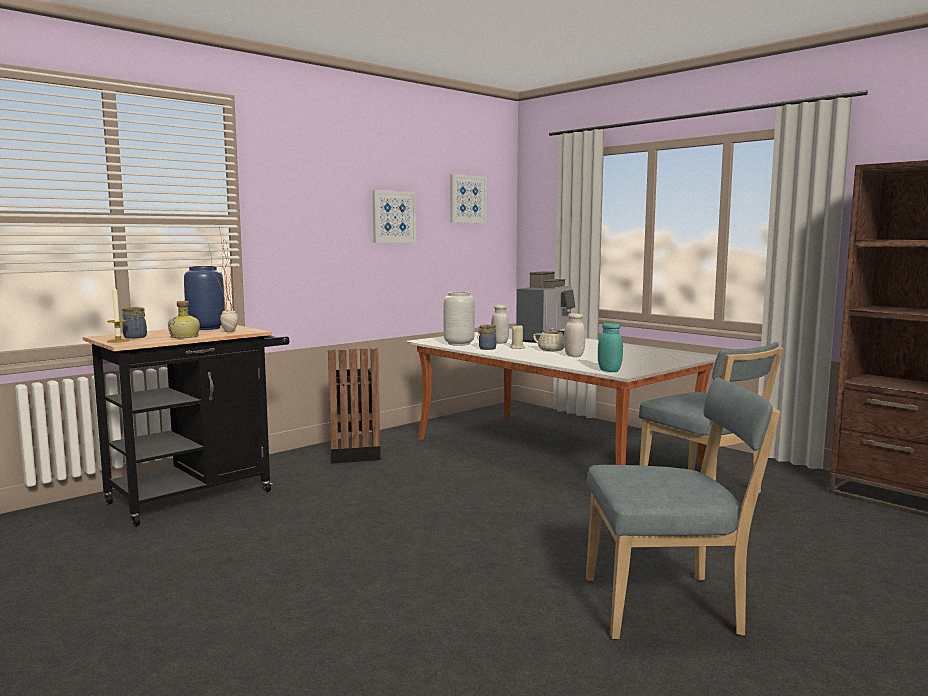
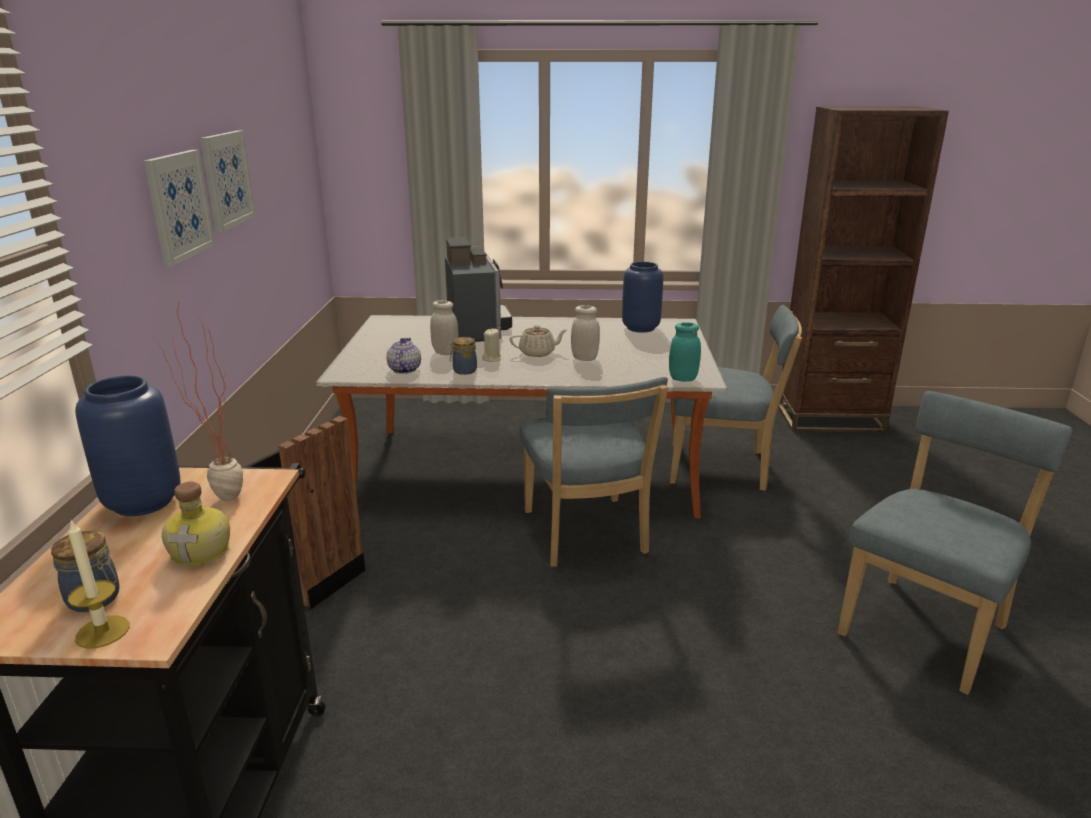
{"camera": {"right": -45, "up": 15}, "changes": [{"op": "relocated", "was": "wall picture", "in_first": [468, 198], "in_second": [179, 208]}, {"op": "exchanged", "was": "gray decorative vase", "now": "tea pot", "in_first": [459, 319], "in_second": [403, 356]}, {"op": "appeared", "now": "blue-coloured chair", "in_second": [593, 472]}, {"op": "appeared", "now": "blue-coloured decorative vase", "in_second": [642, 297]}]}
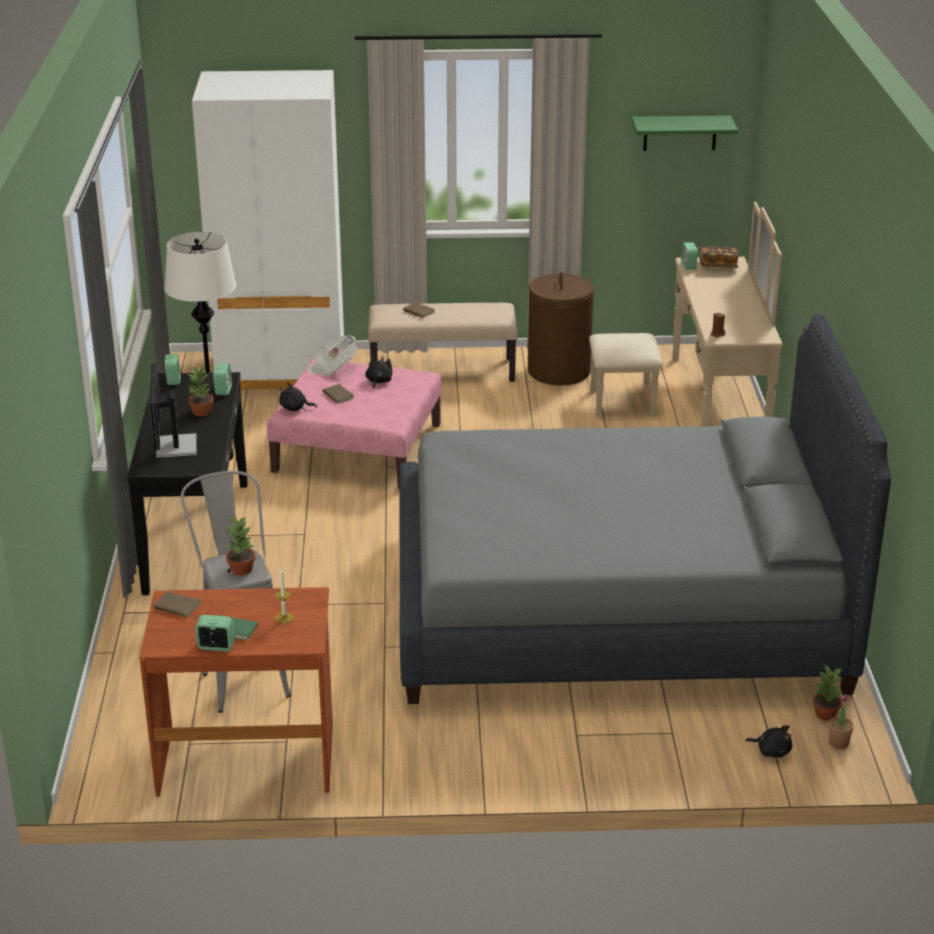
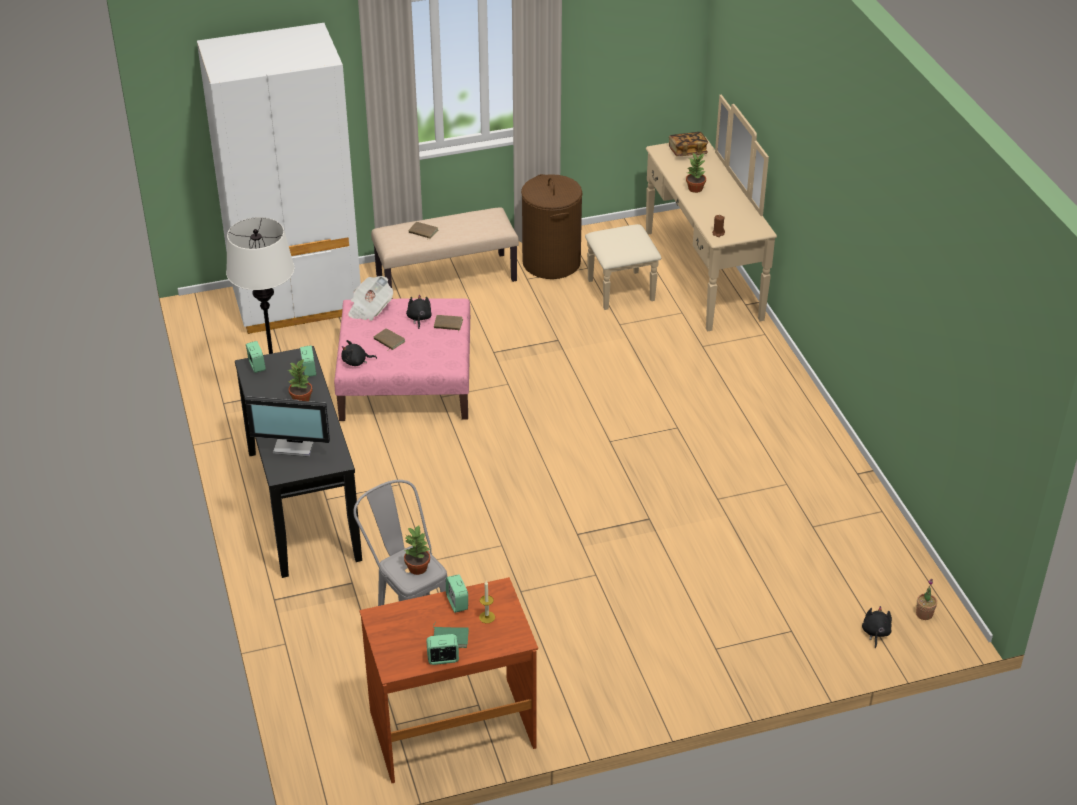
{"camera": {"right": -15, "up": 10}, "changes": [{"op": "spun", "was": "computer screen", "in_first": [173, 410], "in_second": [287, 426], "clockwise": -60}, {"op": "relocated", "was": "brown-coloured bound book", "in_first": [176, 605], "in_second": [448, 323]}, {"op": "relocated", "was": "alarm clock", "in_first": [689, 255], "in_second": [457, 593]}, {"op": "relocated", "was": "plant in a pot", "in_first": [828, 693], "in_second": [696, 172]}, {"op": "spun", "was": "blackish cuddly toy", "in_first": [768, 741], "in_second": [877, 627], "clockwise": -90}, {"op": "missing", "was": "gray bed", "in_first": [645, 509]}, {"op": "missing", "was": "greenish wall shelf", "in_first": [685, 133]}]}
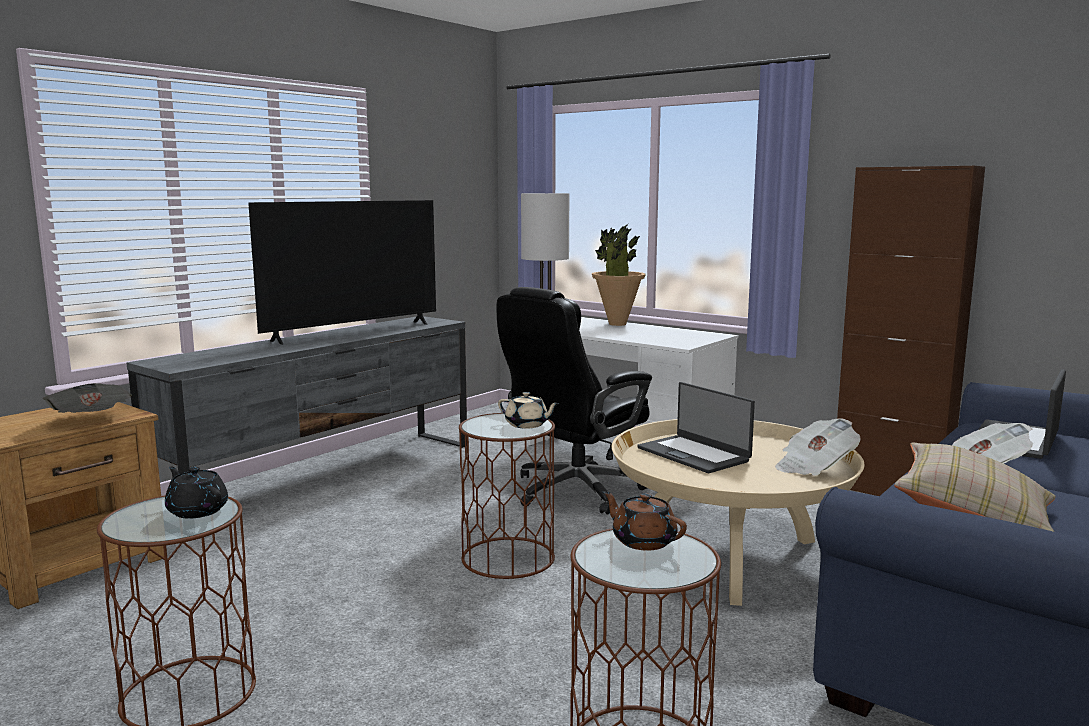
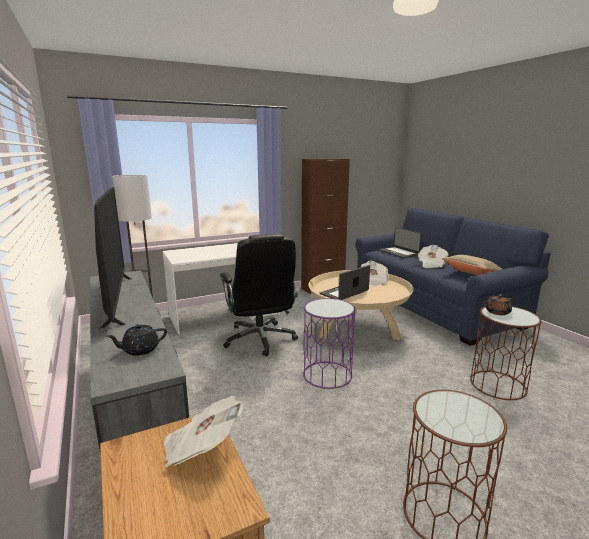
{"camera": {"right": -65, "up": 5}, "changes": [{"op": "relocated", "was": "blackish tea pot", "in_first": [196, 493], "in_second": [136, 340]}, {"op": "colour", "was": "brown-coloured accent table", "now": "purplish accent table", "in_first": [507, 496], "in_second": [329, 343]}, {"op": "spun", "was": "laptop", "in_first": [696, 427], "in_second": [345, 282], "clockwise": 150}, {"op": "missing", "was": "beige-coloured tea pot", "in_first": [529, 410]}, {"op": "missing", "was": "plant in a pot", "in_first": [619, 275]}]}
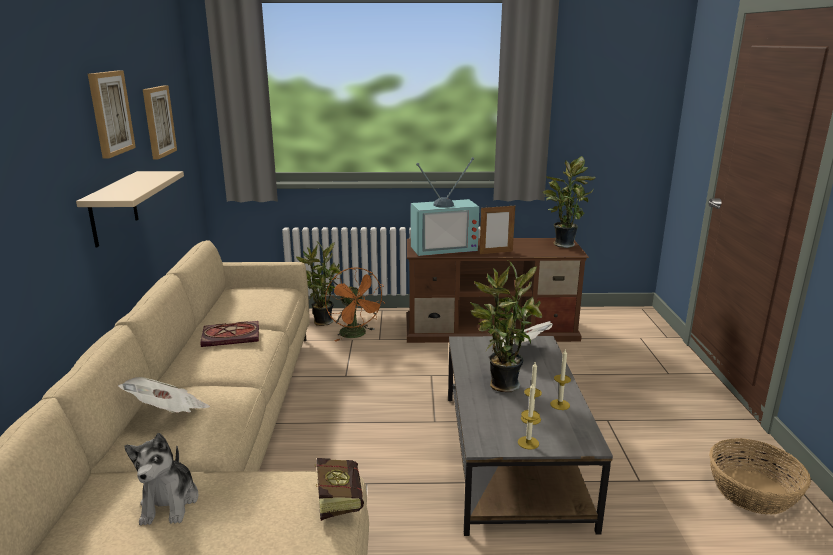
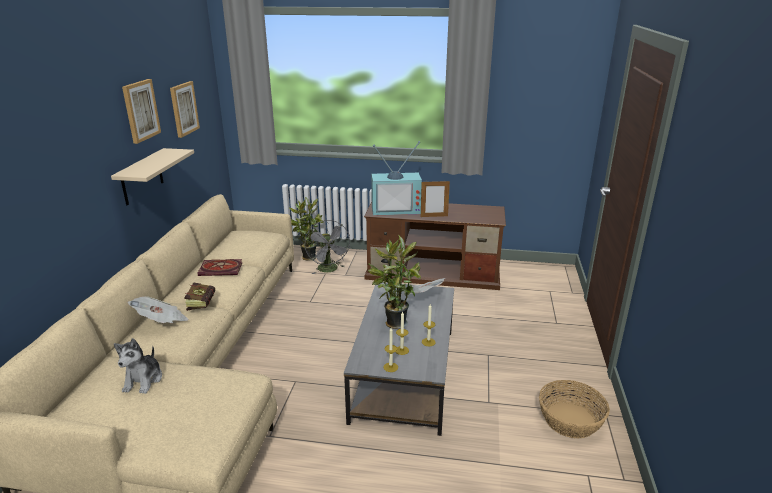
{"camera": {"right": 10, "up": 5}, "changes": [{"op": "relocated", "was": "bound book", "in_first": [339, 489], "in_second": [199, 296]}, {"op": "colour", "was": "orange-coloured fan", "now": "gray fan", "in_first": [355, 304], "in_second": [328, 247]}, {"op": "missing", "was": "plant in a pot", "in_first": [569, 202]}]}
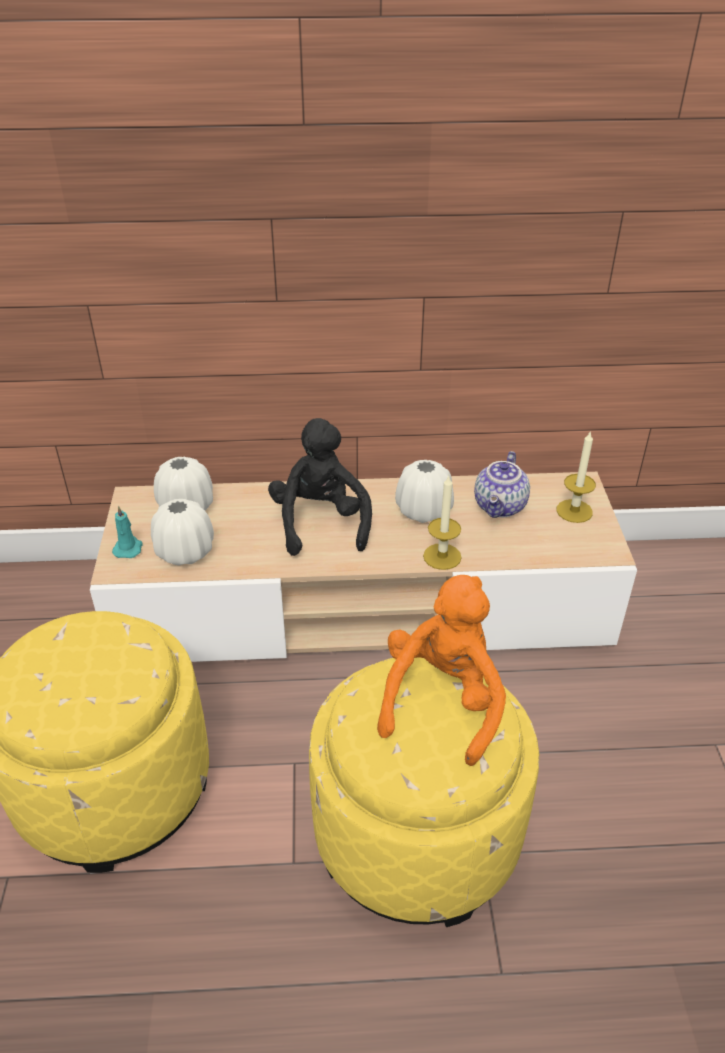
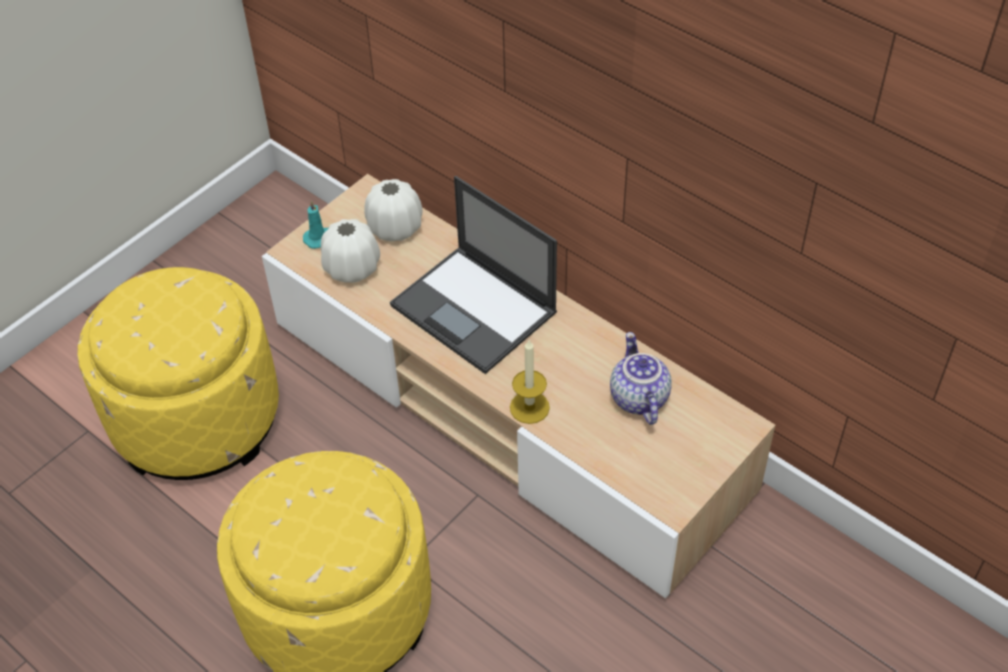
{"camera": {"right": 45, "up": 10}, "changes": [{"op": "exchanged", "was": "blackish cuddly toy", "now": "laptop", "in_first": [320, 487], "in_second": [473, 275]}, {"op": "spun", "was": "tea pot", "in_first": [502, 484], "in_second": [641, 378], "clockwise": 105}, {"op": "missing", "was": "orange-coloured cuddly toy", "in_first": [441, 670]}, {"op": "missing", "was": "white decorative vase", "in_first": [424, 491]}, {"op": "missing", "was": "wax light", "in_first": [576, 477]}]}
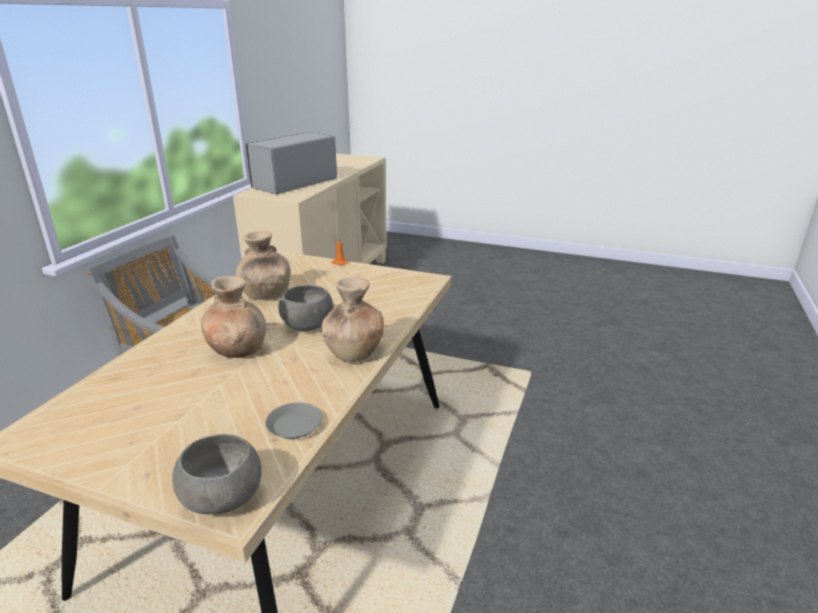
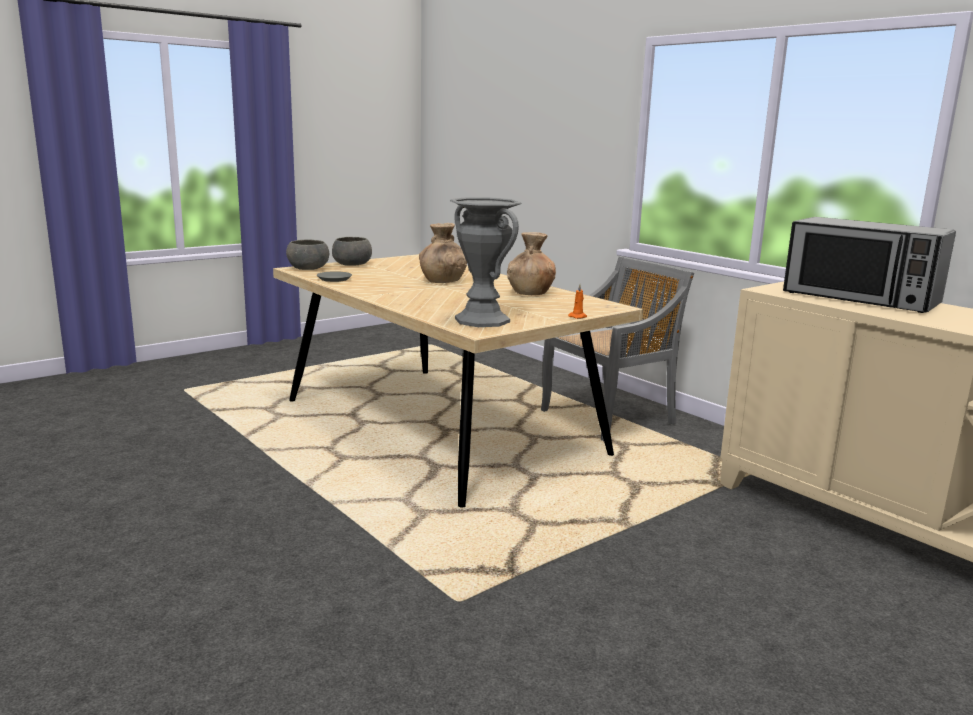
{"camera": {"right": 120, "up": -10}, "changes": [{"op": "relocated", "was": "gray deep dish", "in_first": [305, 308], "in_second": [352, 251]}, {"op": "appeared", "now": "gray decorative vase", "in_second": [486, 262]}, {"op": "spun", "was": "microwave oven", "in_first": [291, 163], "in_second": [869, 265], "clockwise": 150}, {"op": "missing", "was": "brown-coloured decorative vase", "in_first": [352, 319]}]}
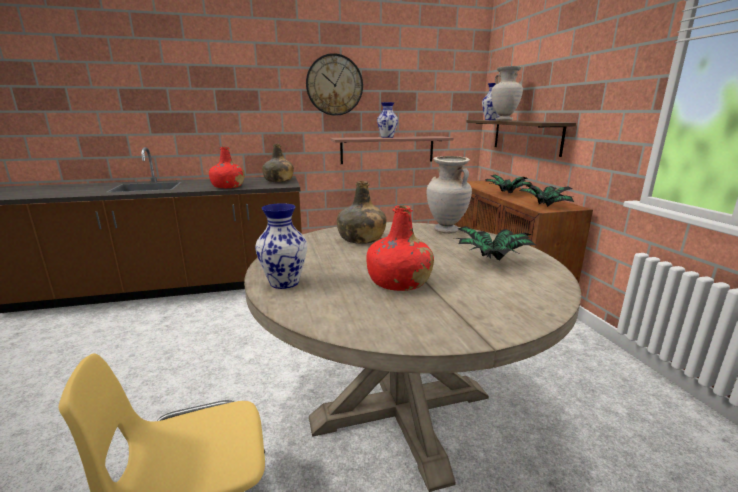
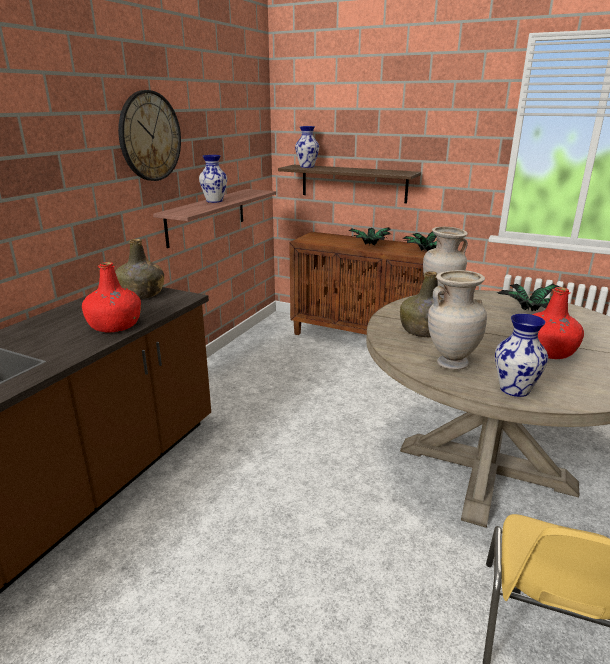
{"camera": {"right": -50, "up": 5}, "changes": [{"op": "relocated", "was": "beige-coloured decorative vase", "in_first": [507, 93], "in_second": [457, 320]}]}
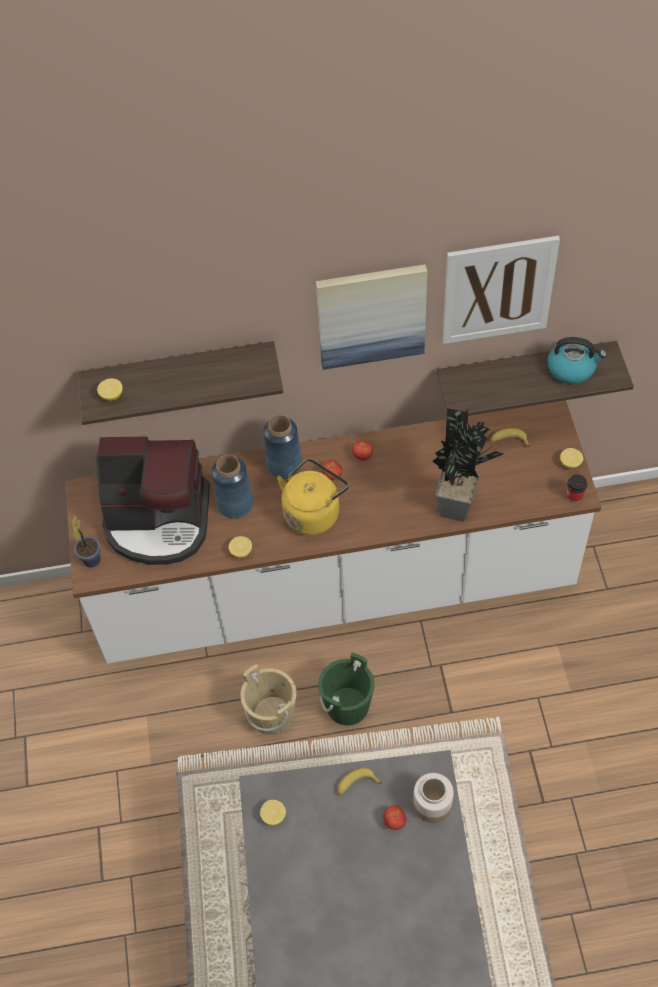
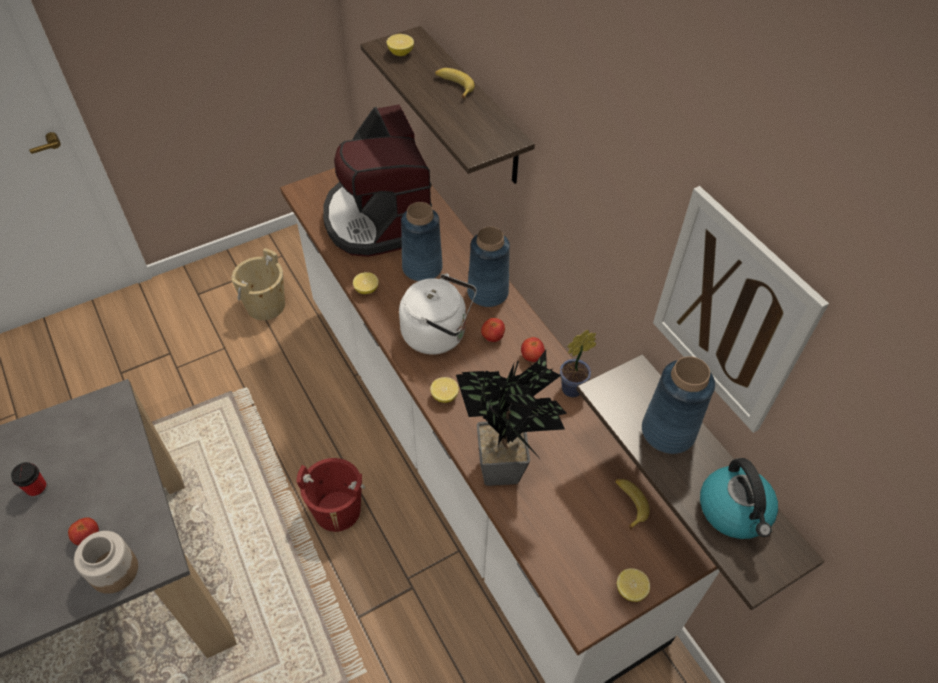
{"camera": {"right": 65, "up": -5}, "changes": [{"op": "relocated", "was": "small cup", "in_first": [577, 489], "in_second": [29, 480]}, {"op": "relocated", "was": "beige-coloured water bucket", "in_first": [268, 699], "in_second": [258, 284]}, {"op": "colour", "was": "greenish water bucket", "now": "red-coloured water bucket", "in_first": [346, 689], "in_second": [330, 495]}, {"op": "colour", "was": "yellow-coloured kettle", "now": "white kettle", "in_first": [313, 496], "in_second": [438, 314]}, {"op": "relocated", "was": "citrus fruit", "in_first": [273, 812], "in_second": [444, 390]}, {"op": "relocated", "was": "banana fruit", "in_first": [360, 781], "in_second": [455, 83]}, {"op": "relocated", "was": "plant in a pot", "in_first": [86, 541], "in_second": [578, 363]}, {"op": "appeared", "now": "blue-coloured decorative vase", "in_second": [678, 405]}, {"op": "missing", "was": "wall picture", "in_first": [371, 317]}]}
